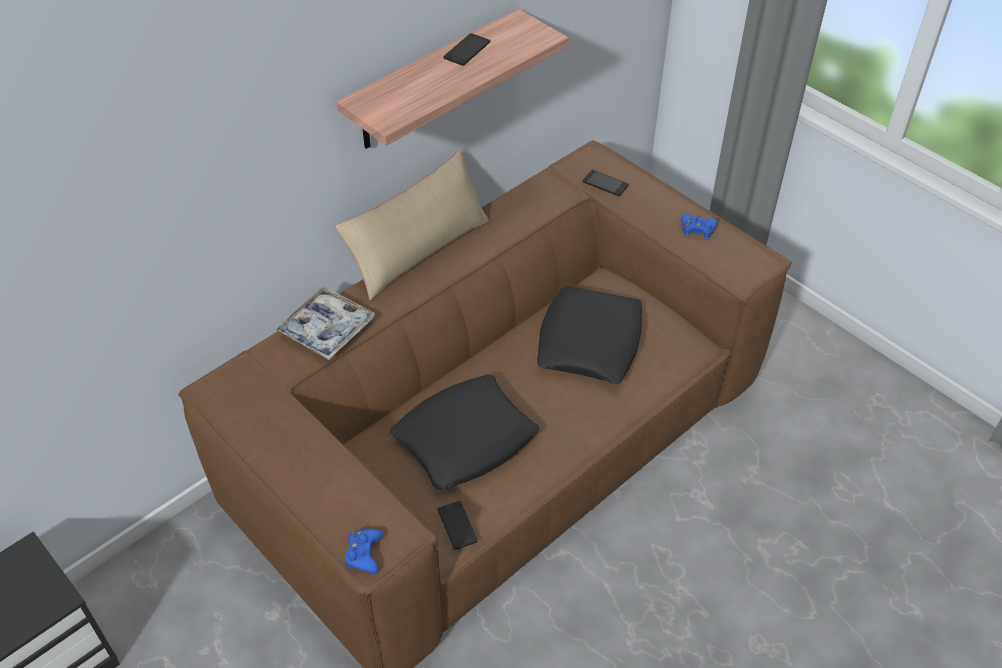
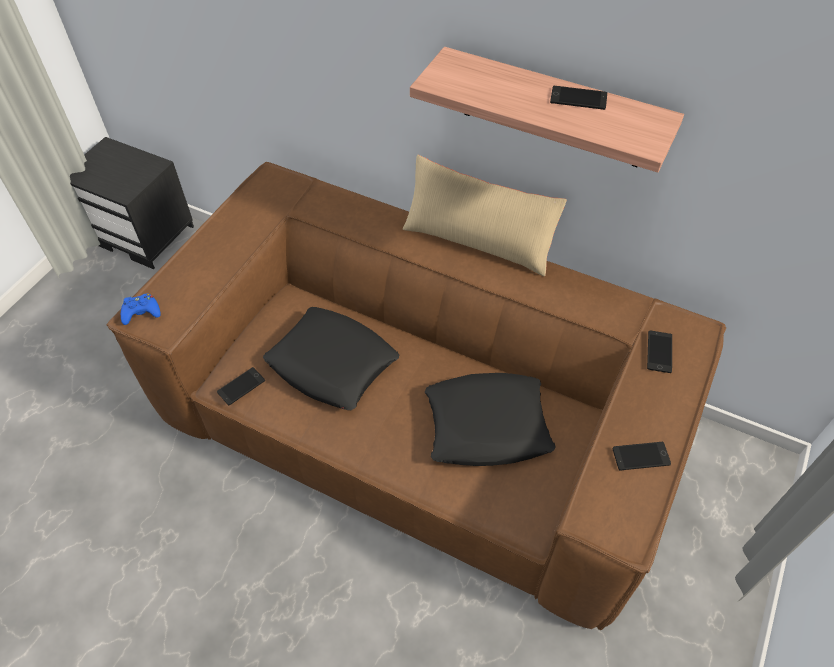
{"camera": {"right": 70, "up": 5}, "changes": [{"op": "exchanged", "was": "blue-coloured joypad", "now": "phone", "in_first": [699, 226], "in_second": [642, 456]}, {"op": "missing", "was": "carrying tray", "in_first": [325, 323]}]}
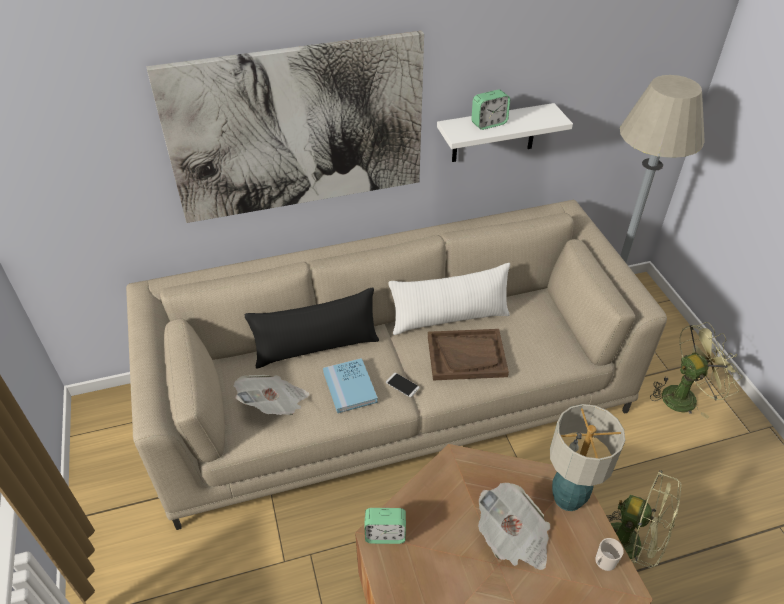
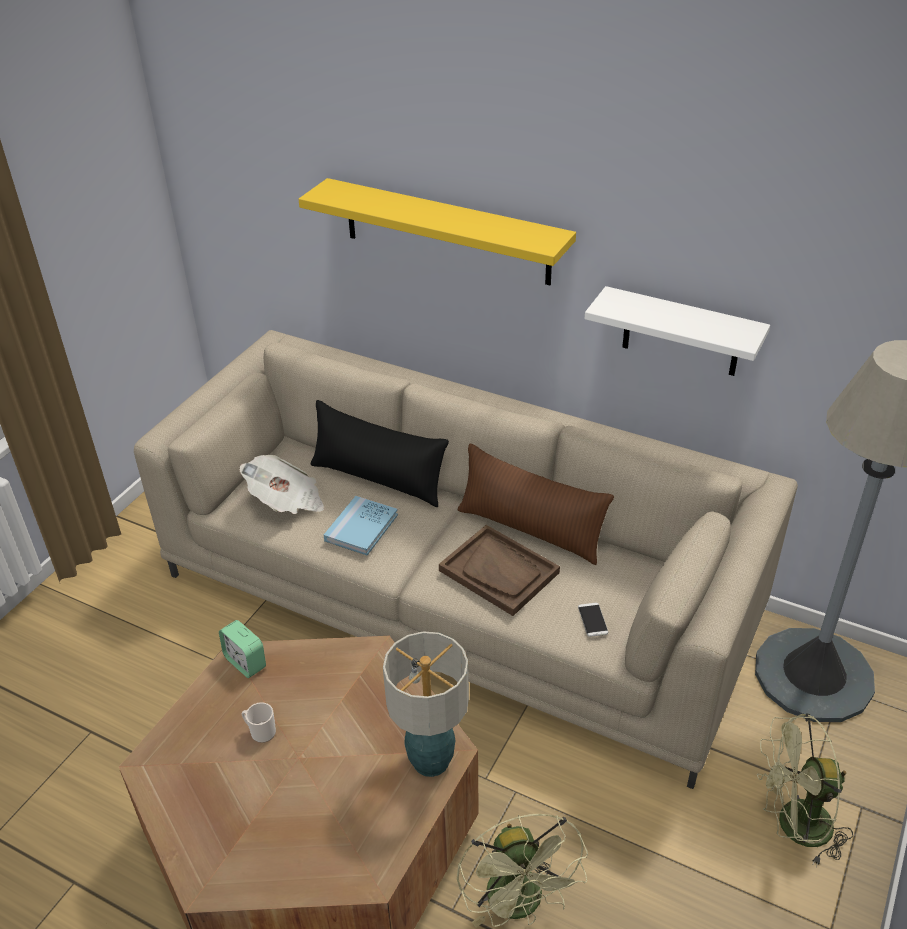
{"camera": {"right": 45, "up": -5}, "changes": [{"op": "relocated", "was": "tea mug", "in_first": [609, 554], "in_second": [259, 722]}, {"op": "exchanged", "was": "wall picture", "now": "yellow-coloured wall shelf", "in_first": [285, 127], "in_second": [437, 231]}, {"op": "colour", "was": "white pillow", "now": "brown-coloured pillow", "in_first": [449, 299], "in_second": [536, 504]}, {"op": "relocated", "was": "phone", "in_first": [403, 385], "in_second": [593, 620]}, {"op": "spun", "was": "greenish fan", "in_first": [696, 370], "in_second": [805, 790], "clockwise": 150}, {"op": "missing", "was": "alarm clock", "in_first": [490, 109]}, {"op": "missing", "was": "daily paper", "in_first": [514, 526]}]}
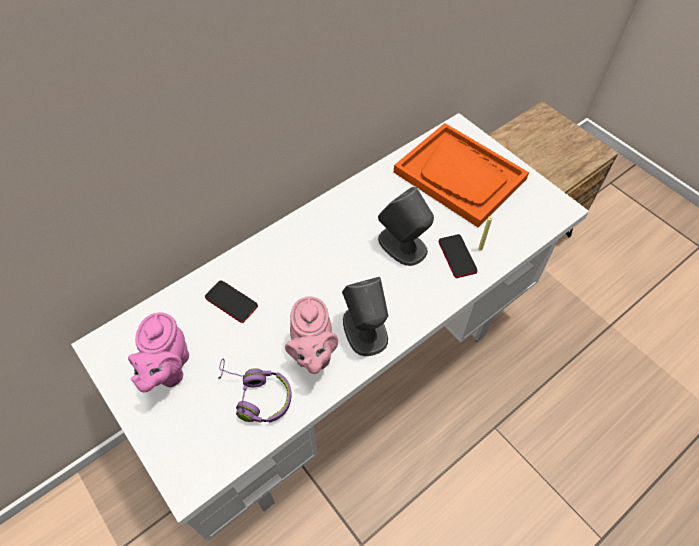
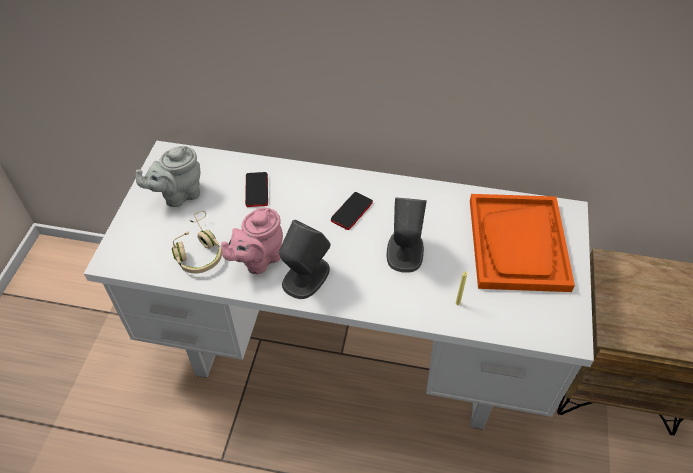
{"camera": {"right": 50, "up": -5}, "changes": [{"op": "colour", "was": "pink tea pot", "now": "gray tea pot", "in_first": [158, 352], "in_second": [168, 176]}, {"op": "colour", "was": "purplish headset", "now": "beige-coloured headset", "in_first": [255, 391], "in_second": [197, 242]}, {"op": "relocated", "was": "phone", "in_first": [458, 256], "in_second": [352, 211]}]}
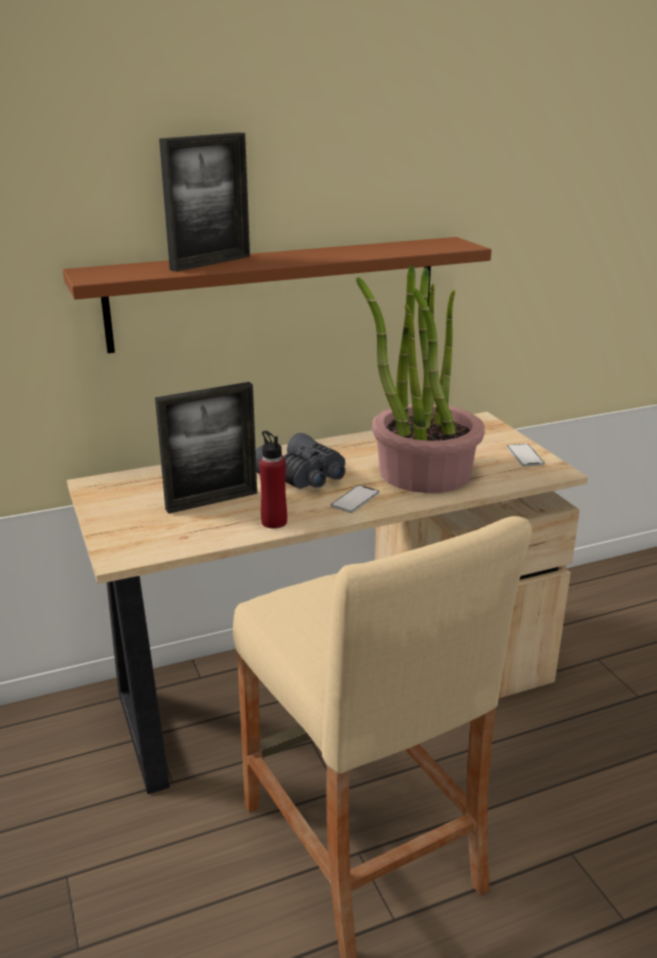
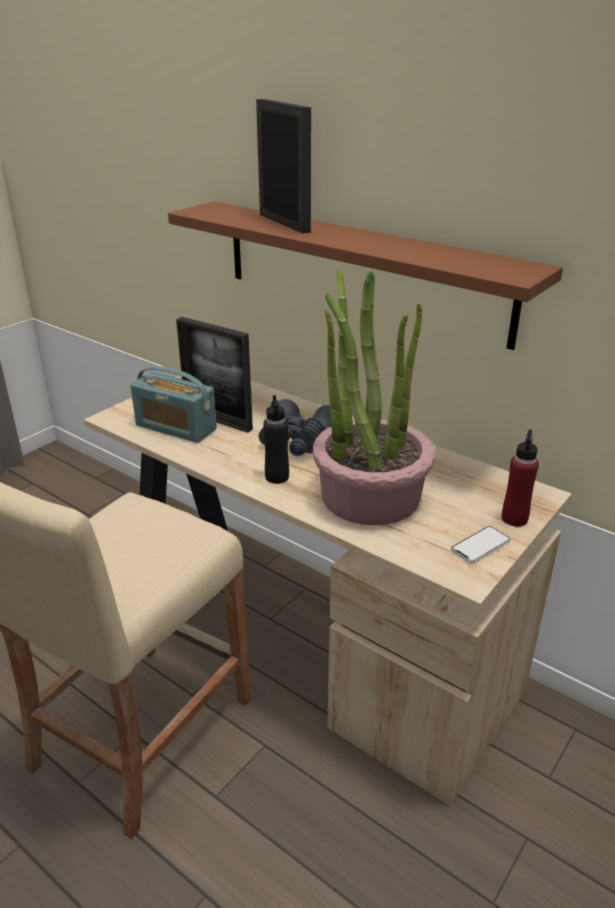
{"camera": {"right": 60, "up": 5}, "changes": [{"op": "appeared", "now": "radio receiver", "in_second": [173, 404]}, {"op": "spun", "was": "standing frame", "in_first": [204, 202], "in_second": [283, 166], "clockwise": -135}, {"op": "exchanged", "was": "phone", "now": "blackish beverage bottle", "in_first": [355, 499], "in_second": [276, 439]}, {"op": "relocated", "was": "red-coloured beverage bottle", "in_first": [273, 479], "in_second": [520, 478]}]}
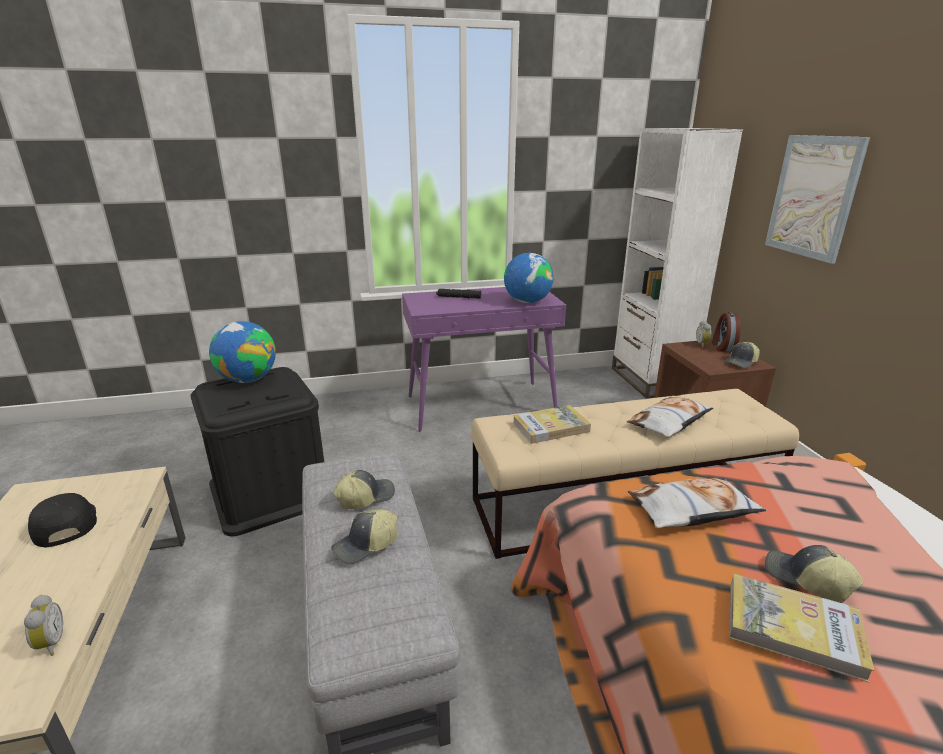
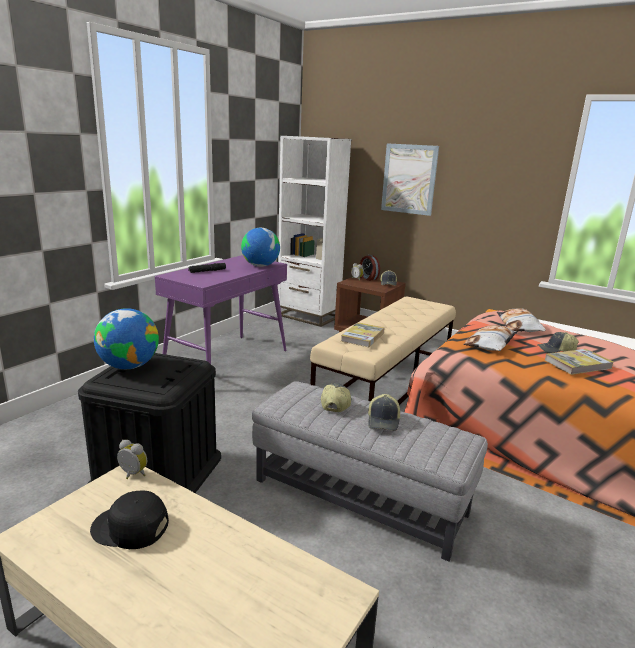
{"camera": {"right": -45, "up": -5}, "changes": [{"op": "relocated", "was": "alarm clock", "in_first": [43, 625], "in_second": [132, 459]}, {"op": "relocated", "was": "pillow", "in_first": [670, 417], "in_second": [521, 320]}]}
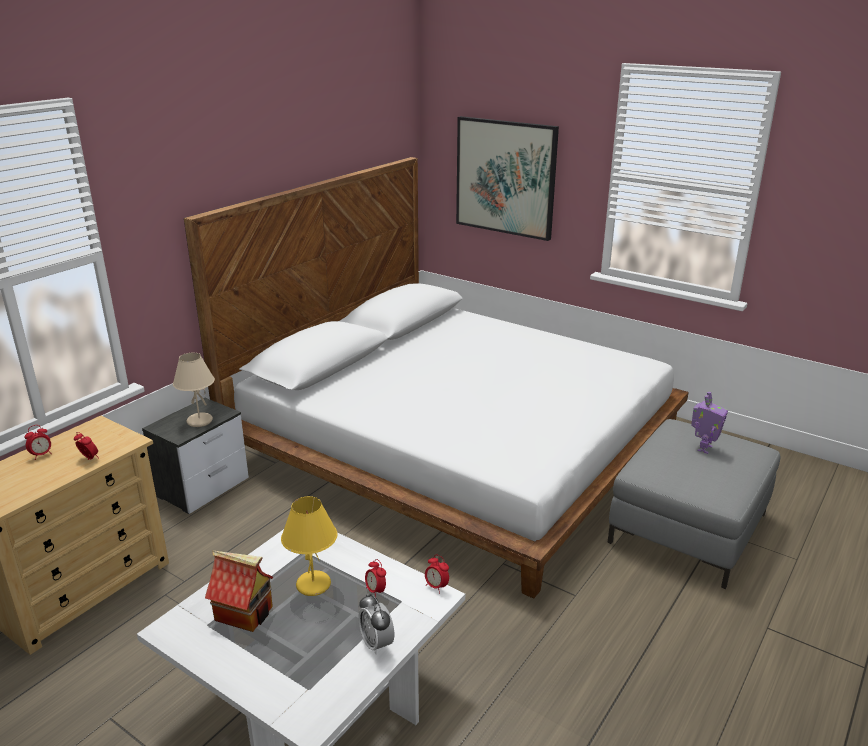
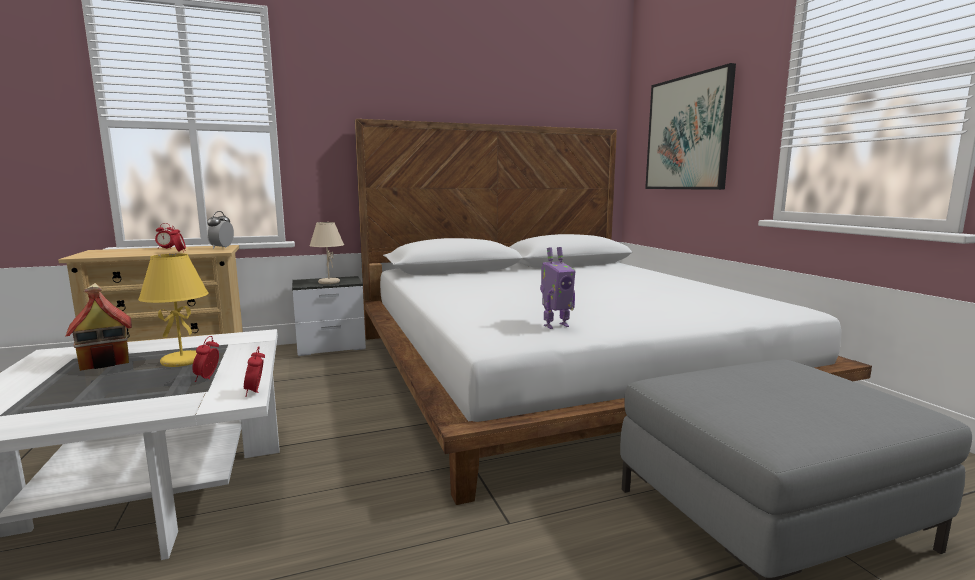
{"camera": {"right": 35, "up": -15}, "changes": [{"op": "relocated", "was": "alarm clock", "in_first": [376, 624], "in_second": [220, 230]}, {"op": "relocated", "was": "robot figure", "in_first": [709, 423], "in_second": [558, 288]}]}
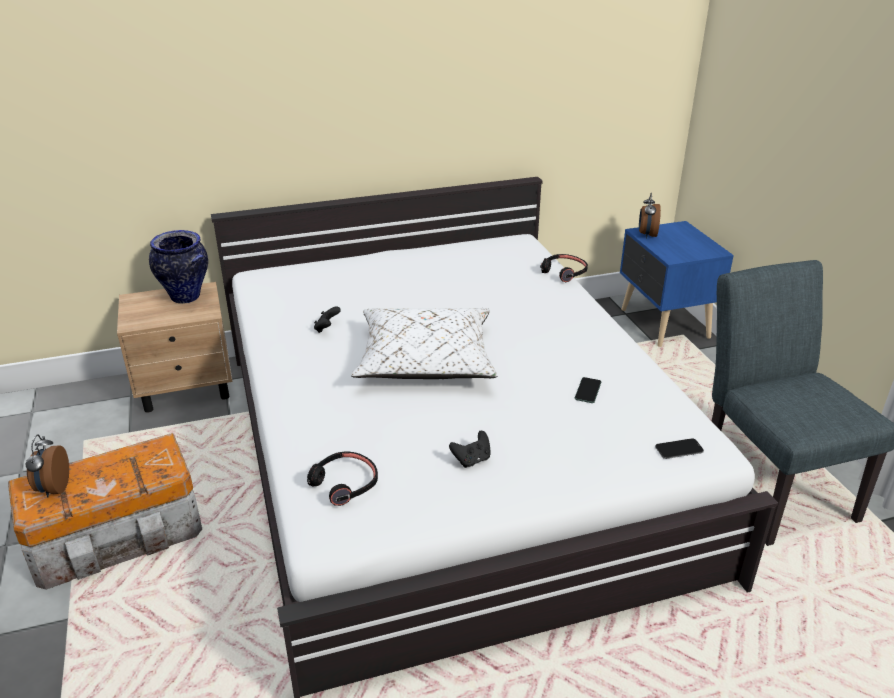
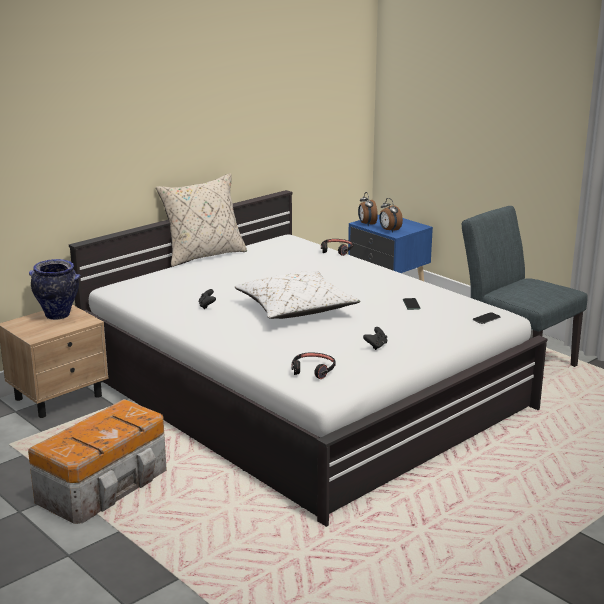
{"camera": {"right": -25, "up": -10}, "changes": [{"op": "appeared", "now": "beige-coloured pillow", "in_second": [201, 220]}, {"op": "relocated", "was": "alarm clock", "in_first": [47, 466], "in_second": [391, 215]}]}
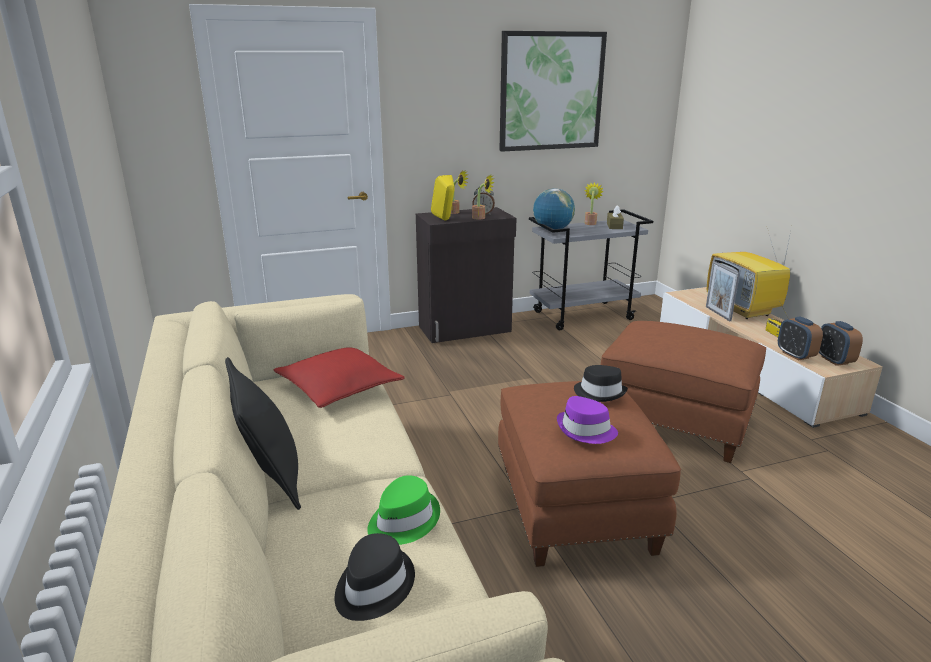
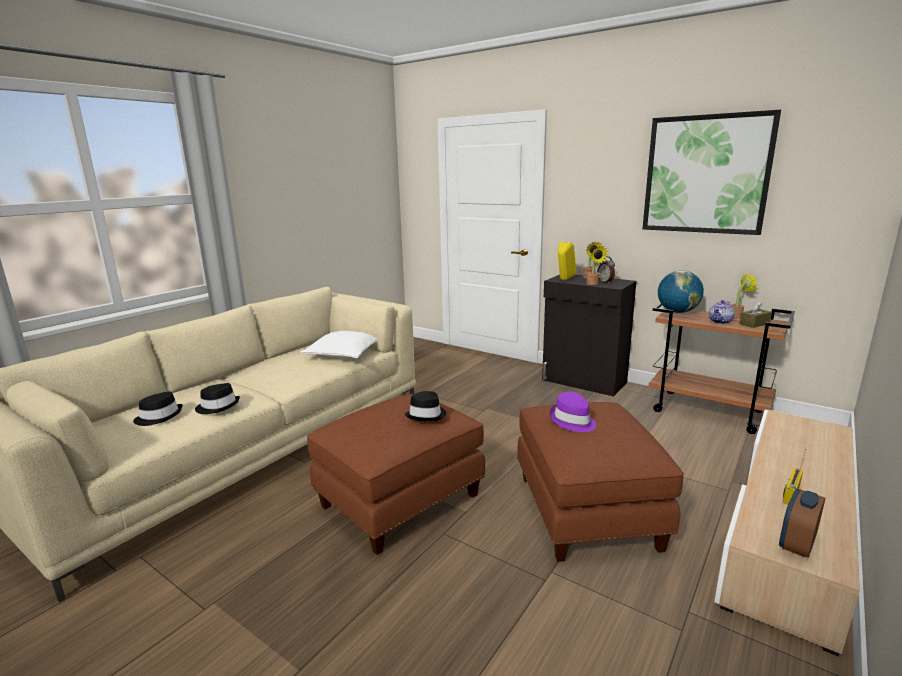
{"camera": {"right": 55, "up": -5}, "changes": [{"op": "colour", "was": "greenish wearable hat", "now": "blackish wearable hat", "in_first": [403, 510], "in_second": [217, 398]}, {"op": "colour", "was": "red-coloured pillow", "now": "white pillow", "in_first": [339, 377], "in_second": [338, 344]}, {"op": "relocated", "was": "purplish wearable hat", "in_first": [587, 420], "in_second": [573, 411]}, {"op": "colour", "was": "gray cart", "now": "brown-coloured cart", "in_first": [591, 269], "in_second": [721, 368]}, {"op": "appeared", "now": "tea pot", "in_second": [722, 312]}, {"op": "missing", "was": "blackish pillow", "in_first": [263, 433]}, {"op": "missing", "was": "standing frame", "in_first": [723, 291]}, {"op": "missing", "was": "TV", "in_first": [749, 273]}, {"op": "missing", "was": "alarm clock", "in_first": [800, 338]}]}
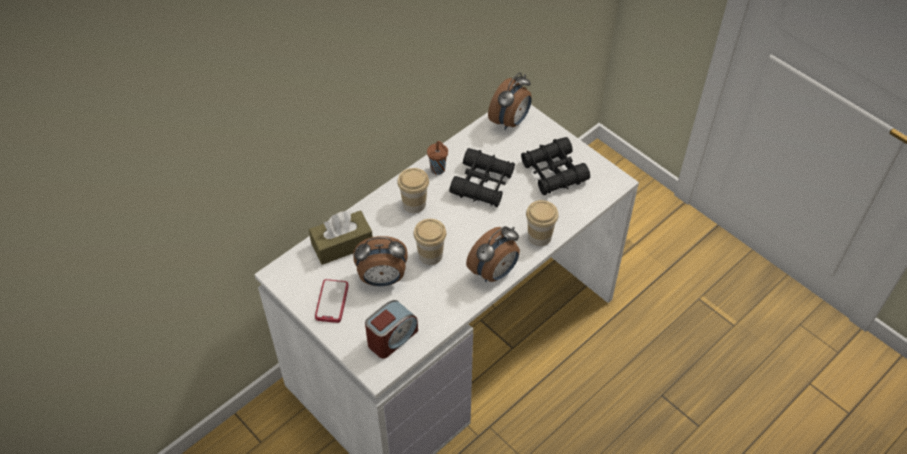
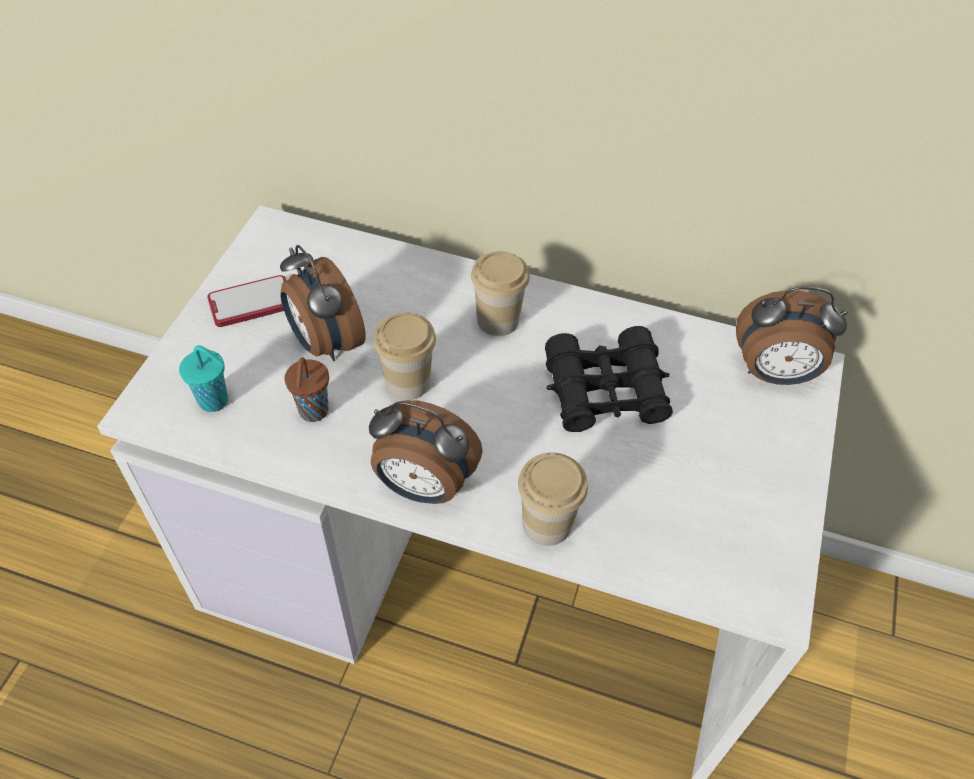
{"camera": {"right": 60, "up": 0}, "changes": [{"op": "exchanged", "was": "alarm clock", "now": "blue-green small cup", "in_first": [391, 329], "in_second": [203, 379]}, {"op": "relocated", "was": "brown-coloured small cup", "in_first": [437, 158], "in_second": [306, 389]}, {"op": "missing", "was": "brown-coloured tissue holder", "in_first": [341, 238]}, {"op": "missing", "was": "blackish pair of binoculars", "in_first": [555, 166]}]}
